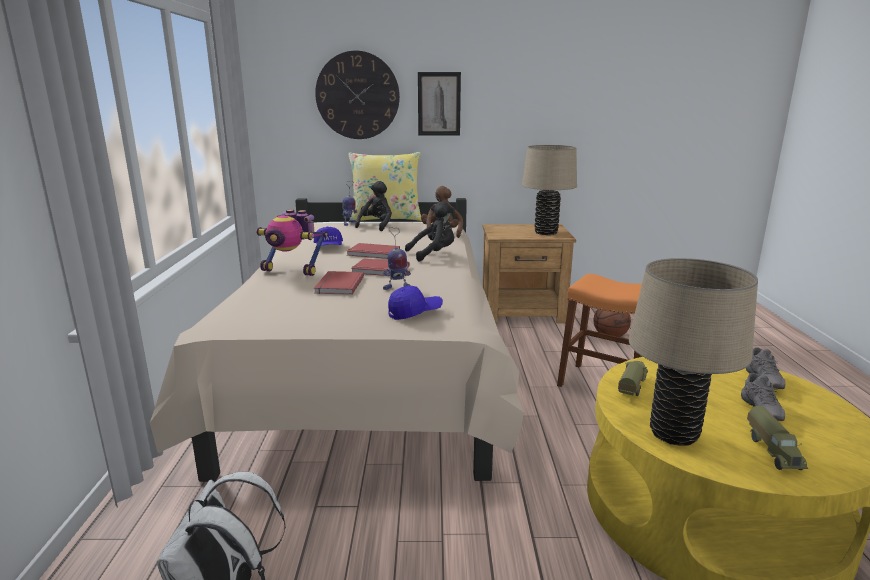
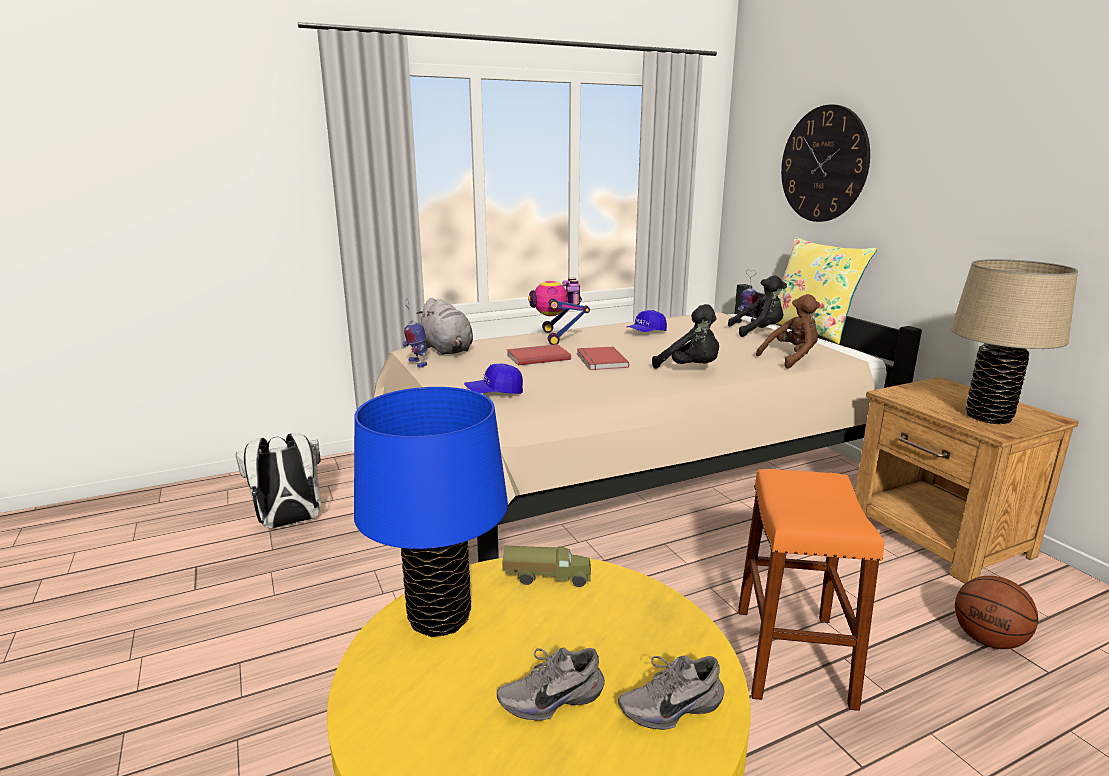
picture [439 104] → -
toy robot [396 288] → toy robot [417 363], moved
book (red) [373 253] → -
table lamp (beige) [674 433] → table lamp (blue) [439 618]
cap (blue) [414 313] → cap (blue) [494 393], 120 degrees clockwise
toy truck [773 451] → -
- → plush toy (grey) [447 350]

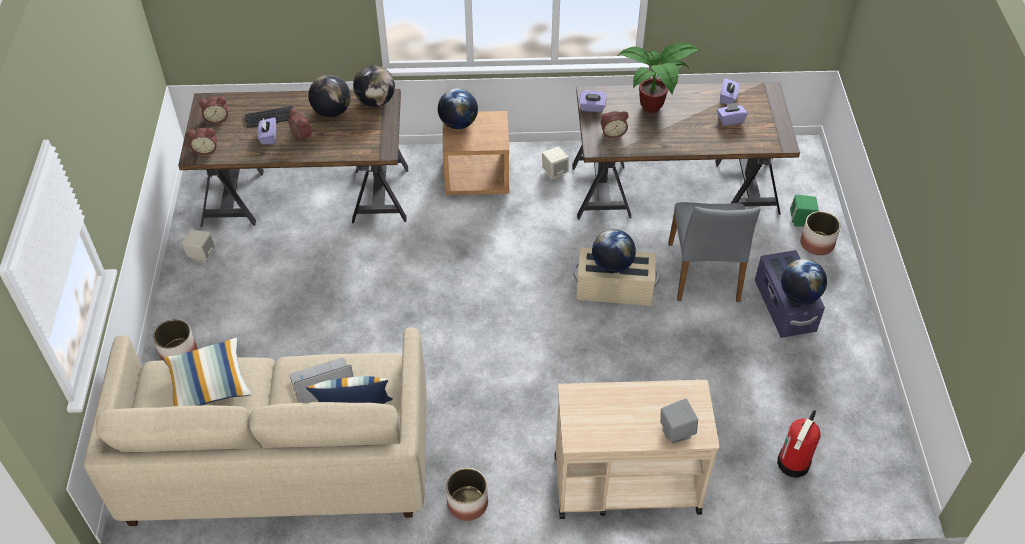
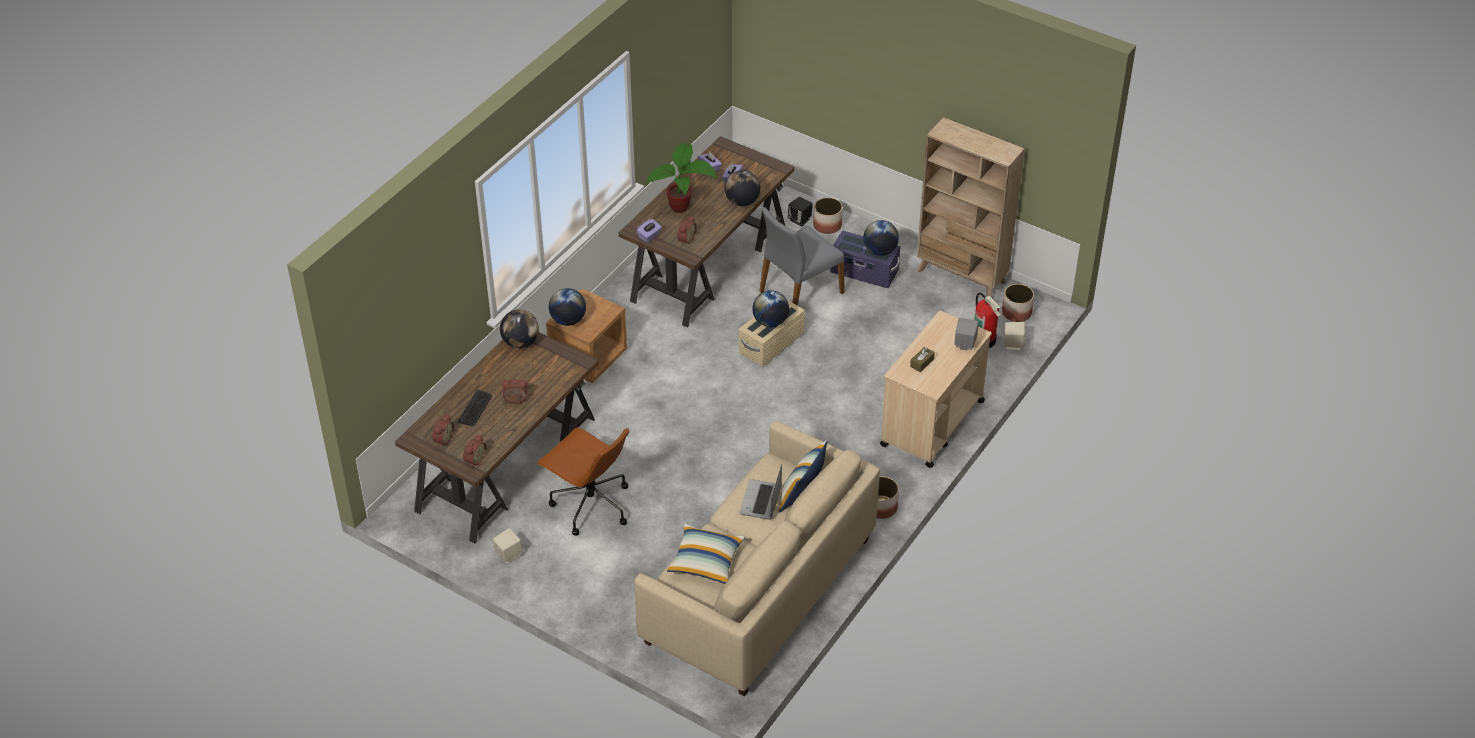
globe [332 111] → globe [742 201], moved
tissue box (purple) [268 137] → -
speaker (beige) [554 172] → speaker (beige) [1013 344], moved
speaker (green) [801 220] → speaker (black) [800 220]
chair (grey) [705 272] → chair (grey) [799 292], 105 degrees clockwise
planter [179 353] → planter [1016 313], moved
- → bookcase (beige) [961 276]
- → tissue box (brown) [922 363]
- → office chair (brown) [590 505]

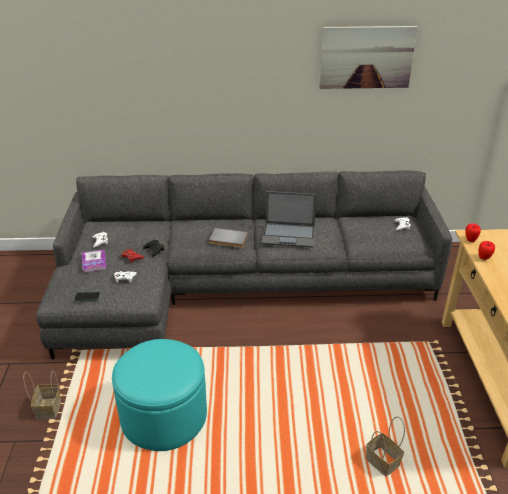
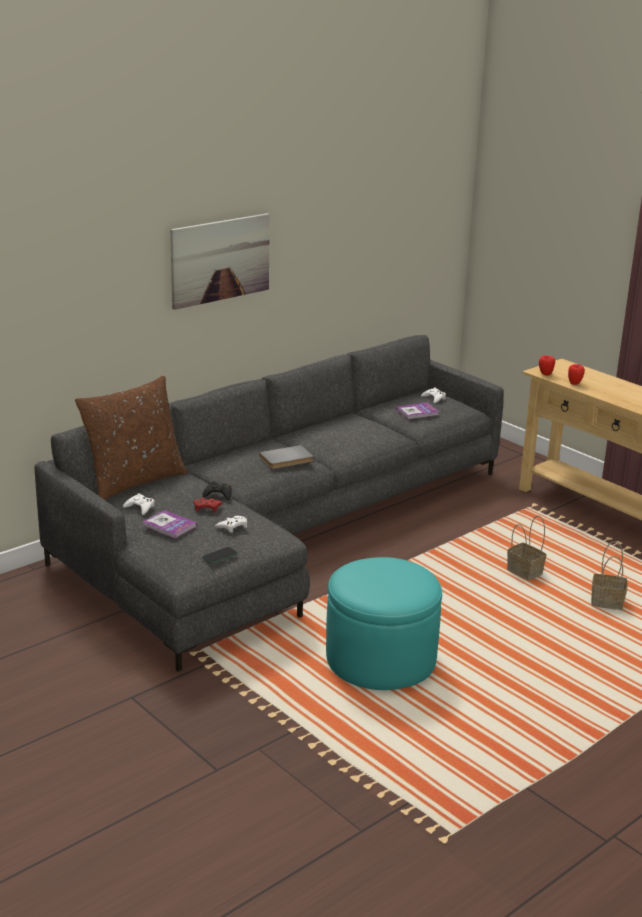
picture [366 57] → picture [220 260], moved
laptop [289 235] → -
basket [48 408] → basket [523 571], moved
- → pillow (brown) [134 481]
- → book [417 412]

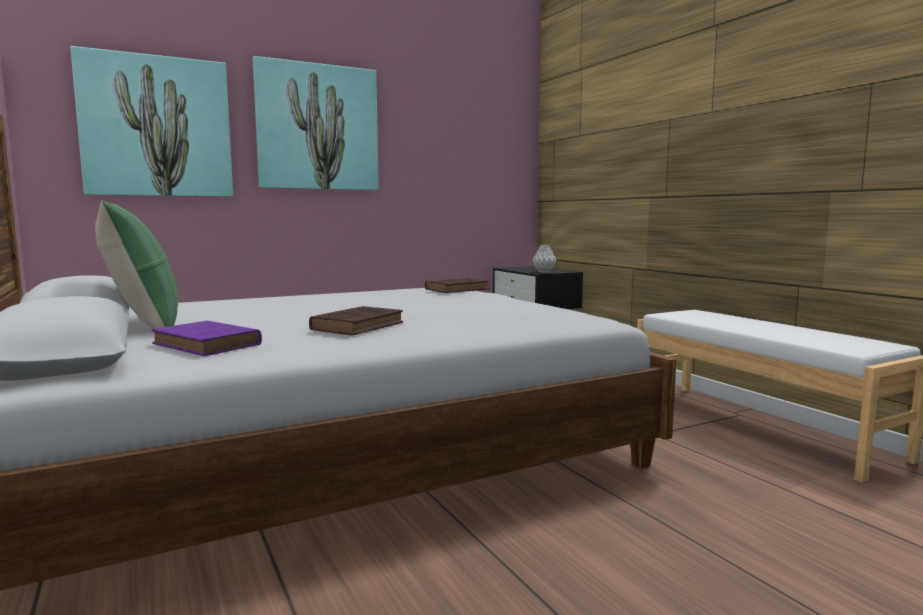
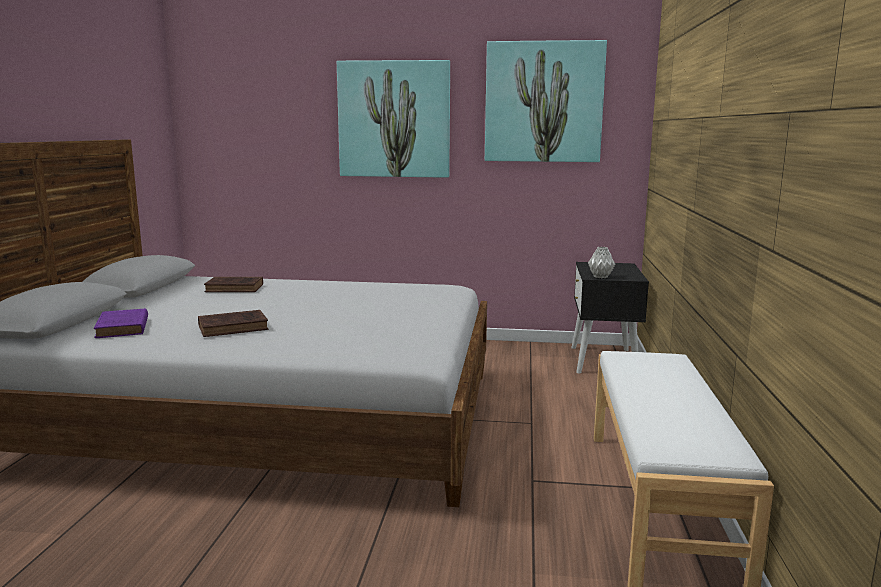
picture [156 127] → picture [543 102], moved
pillow (green) [143 325] → -
book (brown) [458 289] → book (brown) [236 288], moved

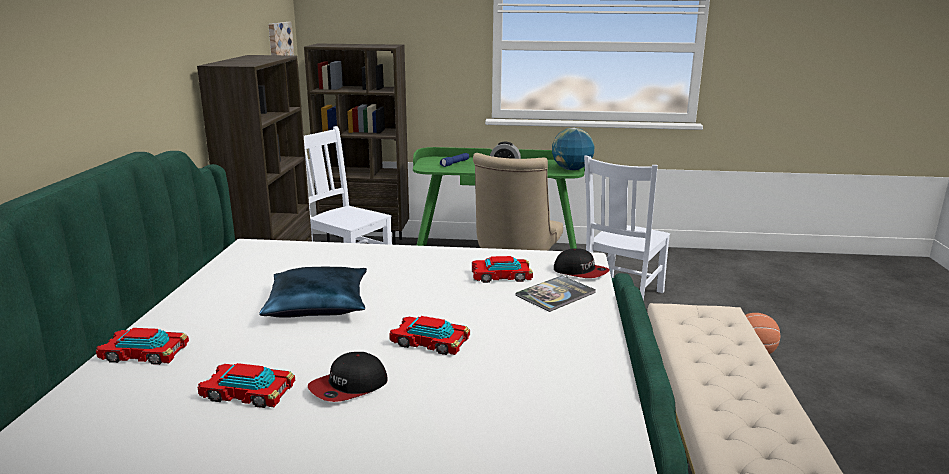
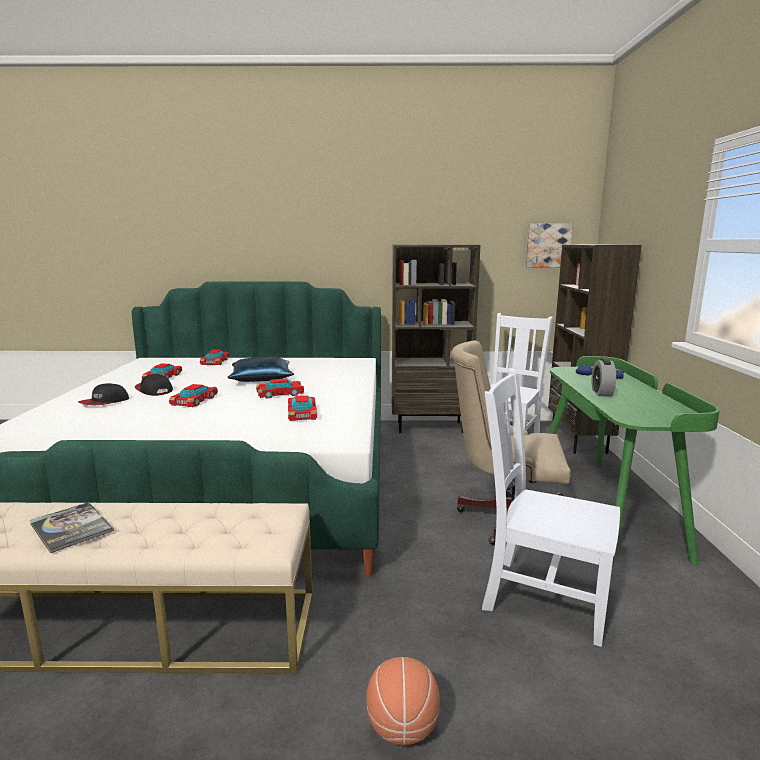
globe [571 169] → -
cap [580 272] → cap [104 402], moved
book [555 294] → book [71 527], moved
- → toy car [280 394]

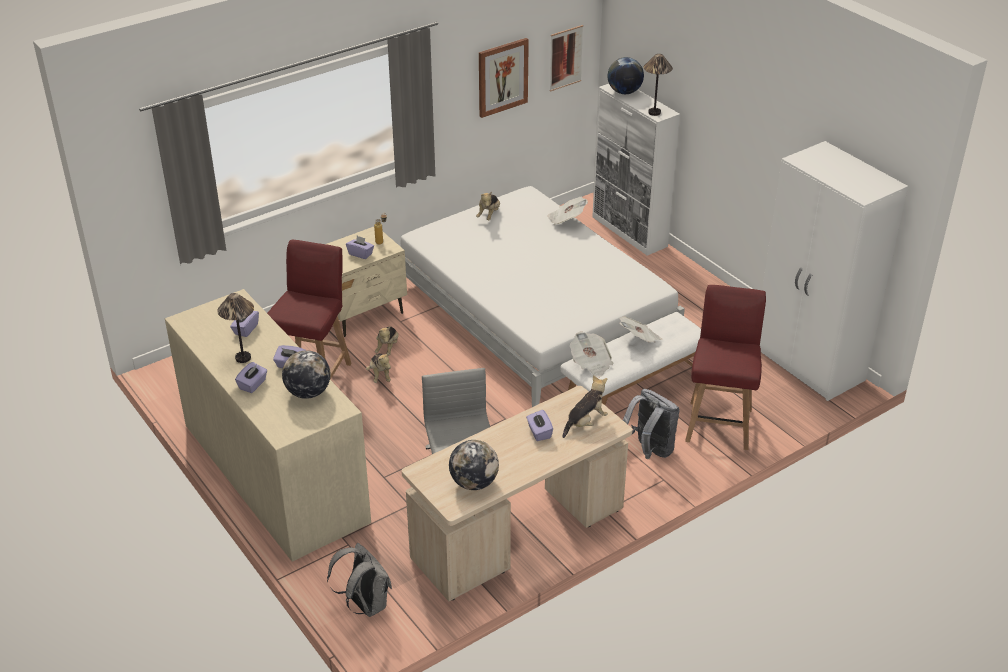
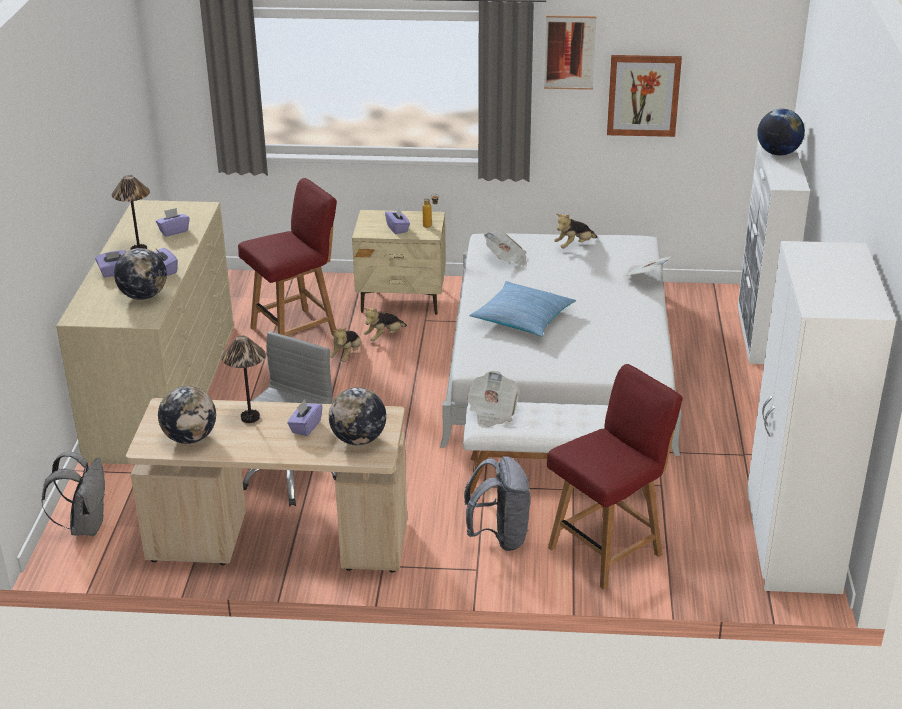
picture [565 58] → picture [569 52], moved
table lamp [654 112] → table lamp [250 417], moved
newspaper [640 339] → newspaper [506 260], moved
plush toy [585 422] → globe [358 439]
- → pillow [522 318]

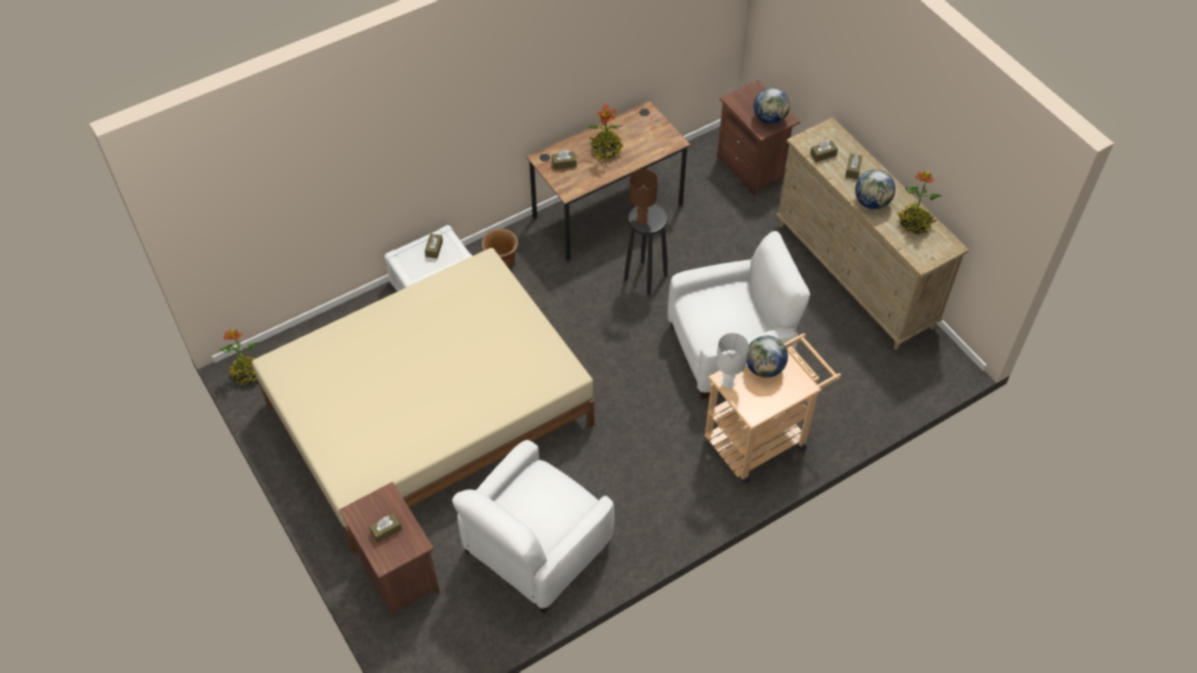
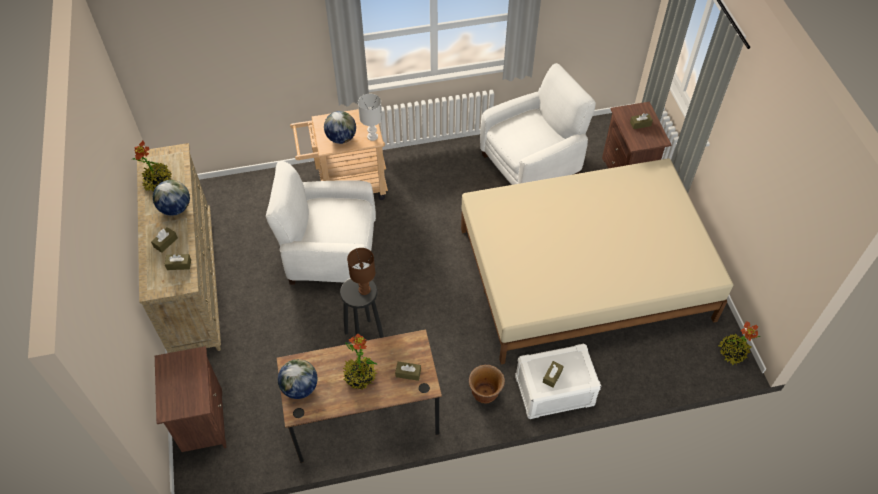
globe [769 119] → globe [300 388], moved

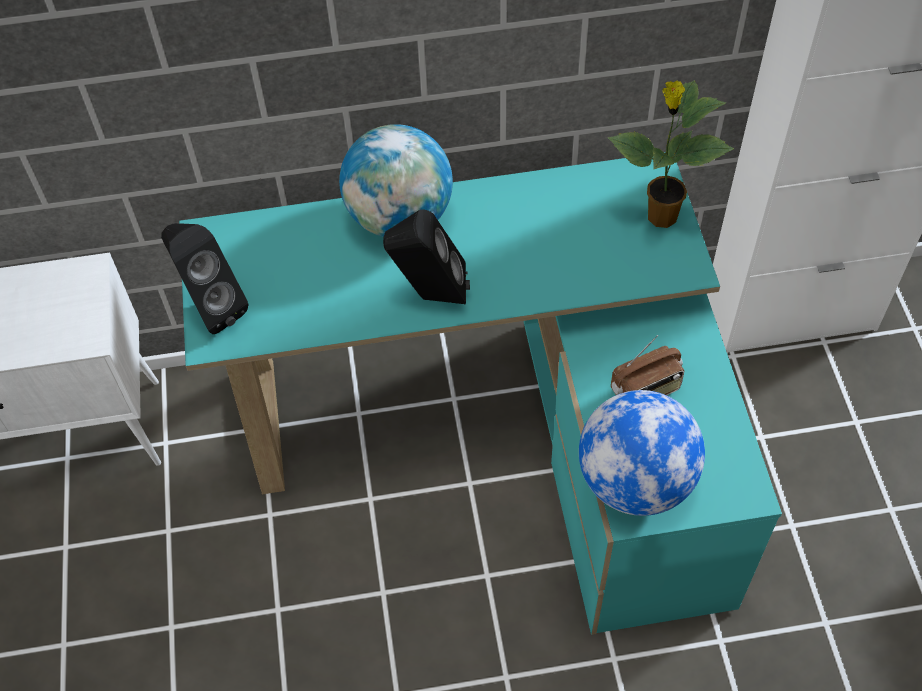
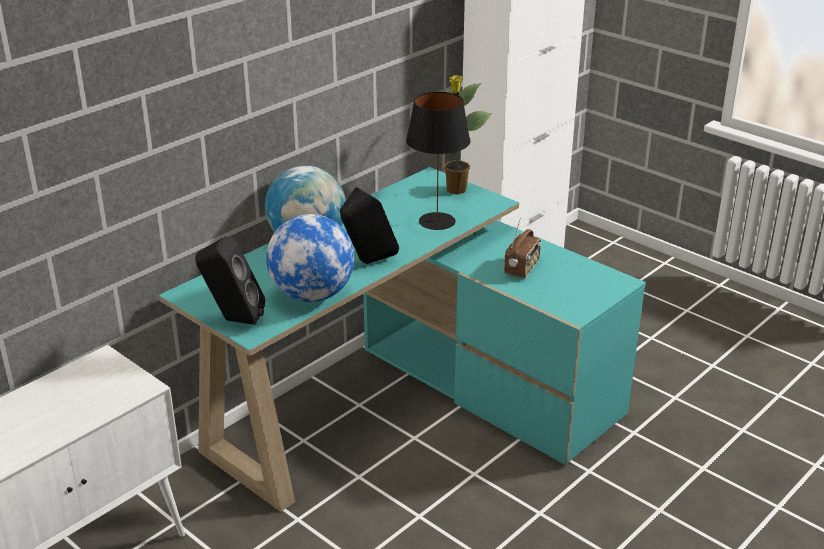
globe [635 481] → globe [312 295], moved
- → table lamp (black) [437 221]

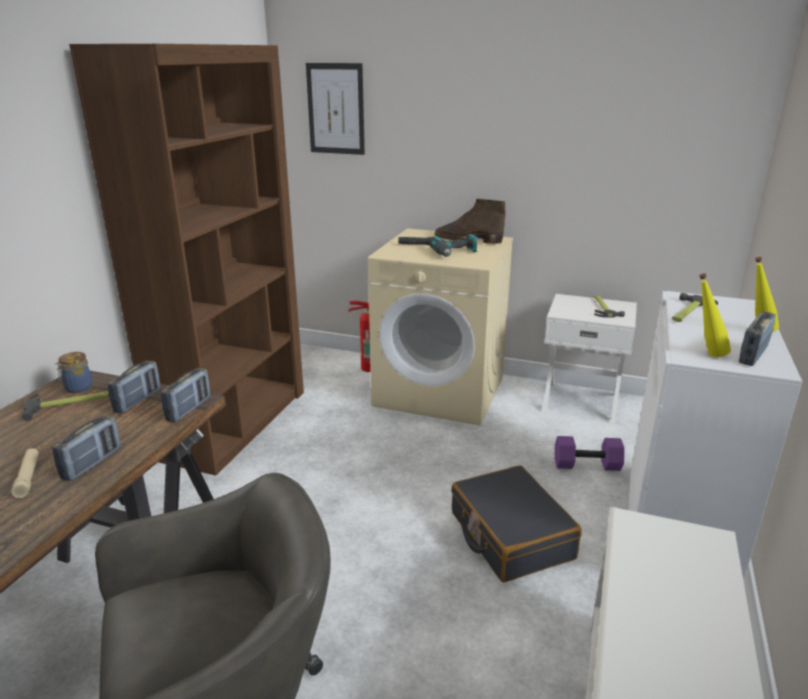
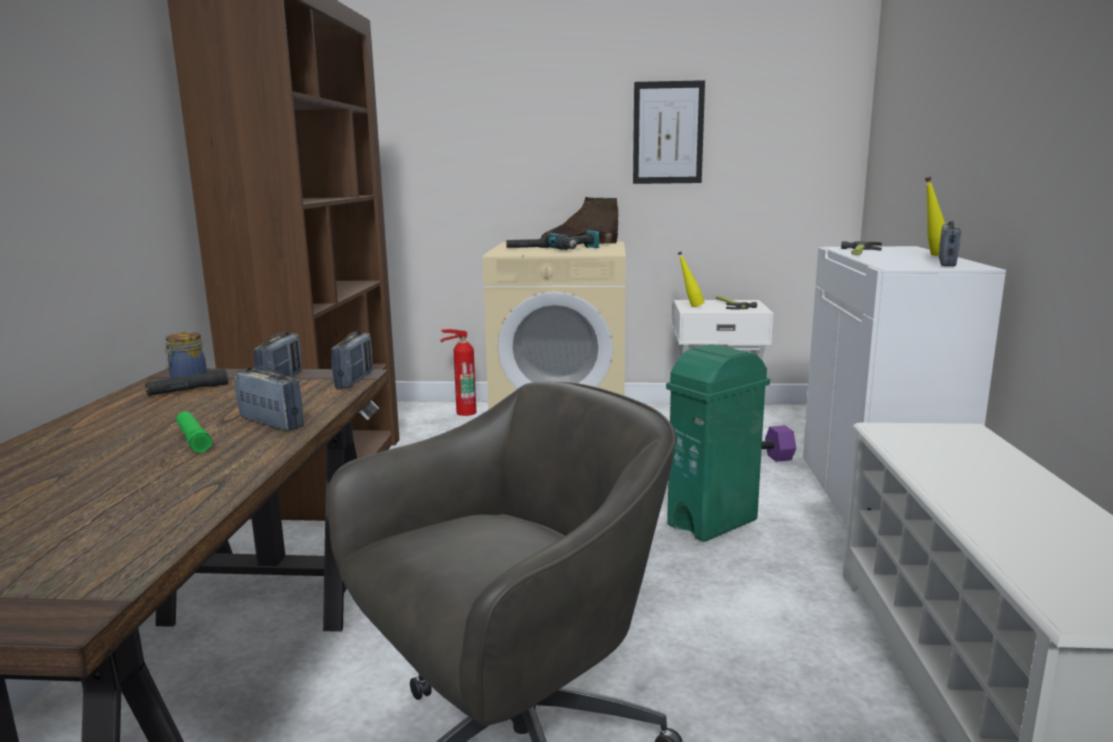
picture [336 109] → picture [668 133], moved
bottle (yellow) [706 354] → bottle (yellow) [690 306], moved
hammer [68 404] → flashlight (black) [188 390]
radio [92 463] → radio [271 423], 60 degrees counterclockwise
flashlight (beige) [28 477] → flashlight (green) [193 439]
suitcase (black) [510 535] → trash can (green) [713 522]

